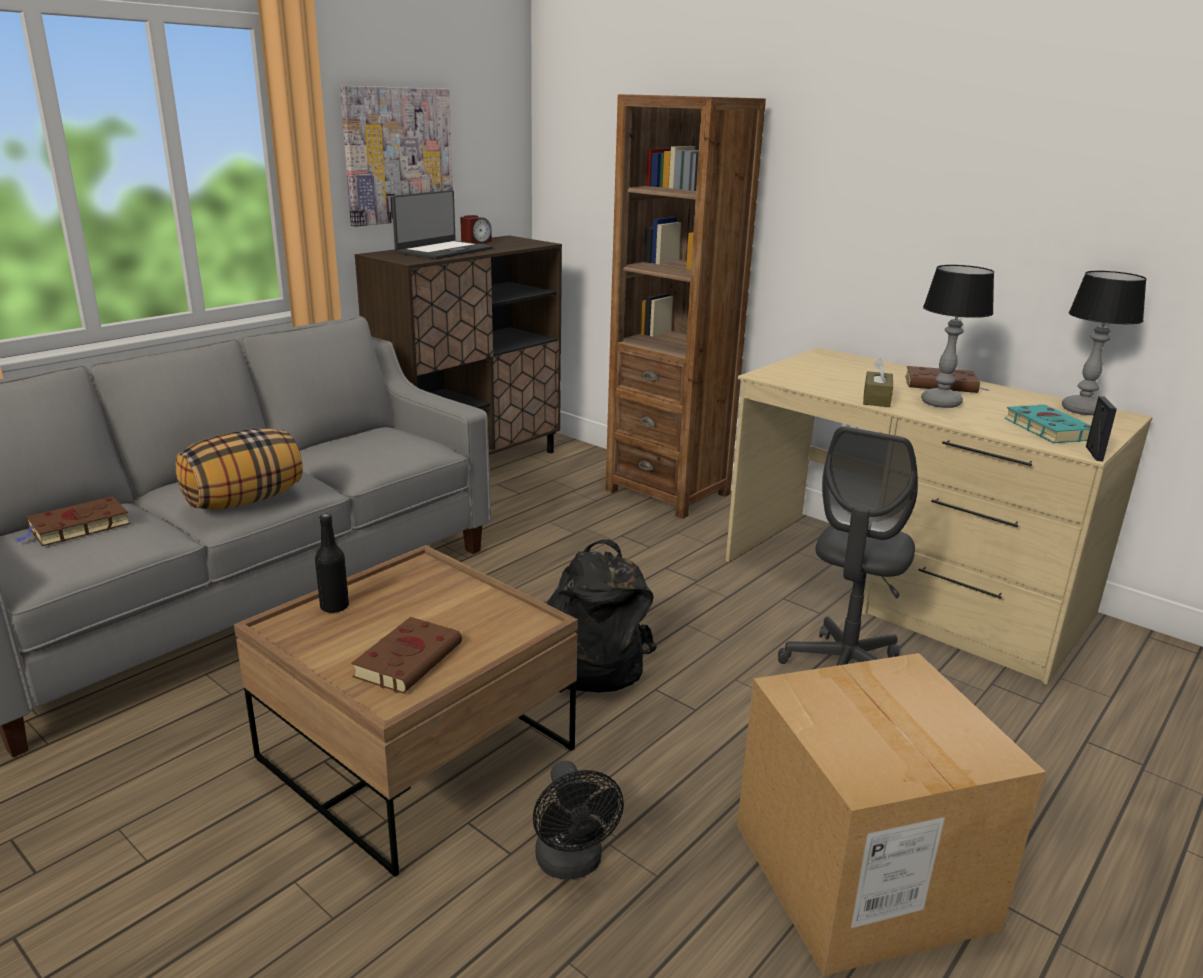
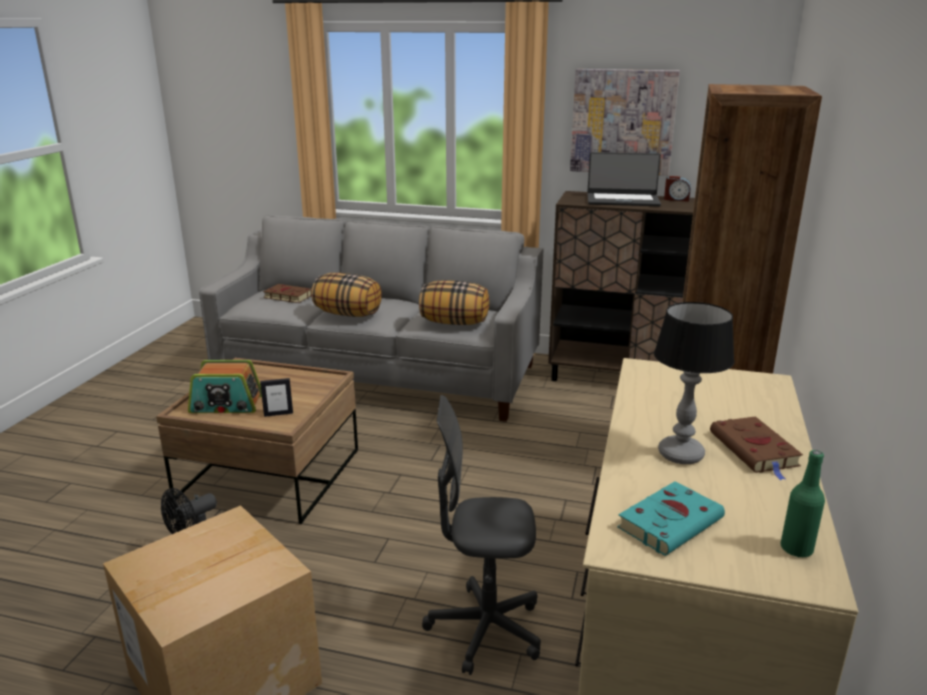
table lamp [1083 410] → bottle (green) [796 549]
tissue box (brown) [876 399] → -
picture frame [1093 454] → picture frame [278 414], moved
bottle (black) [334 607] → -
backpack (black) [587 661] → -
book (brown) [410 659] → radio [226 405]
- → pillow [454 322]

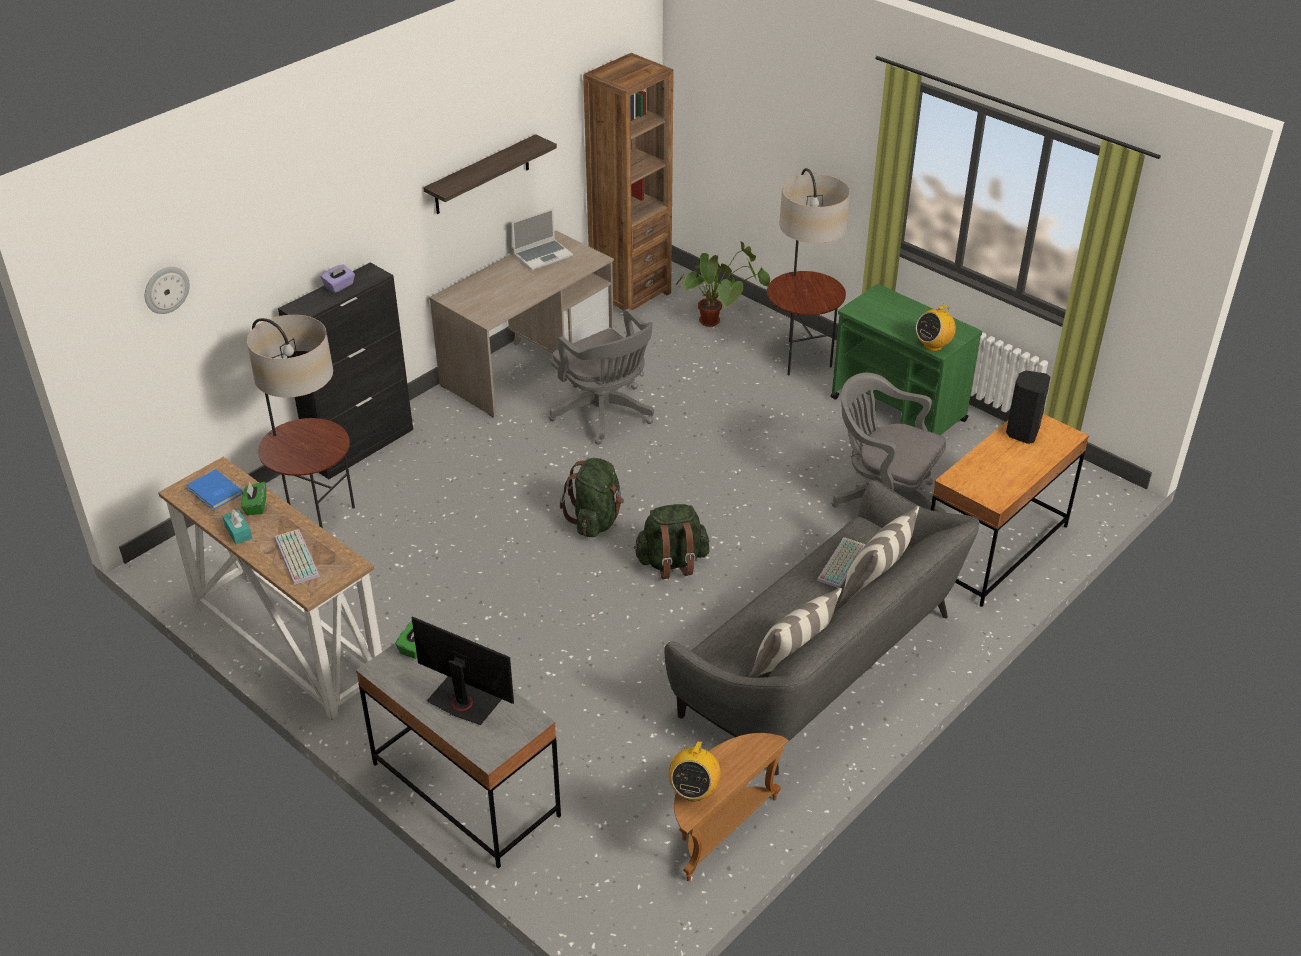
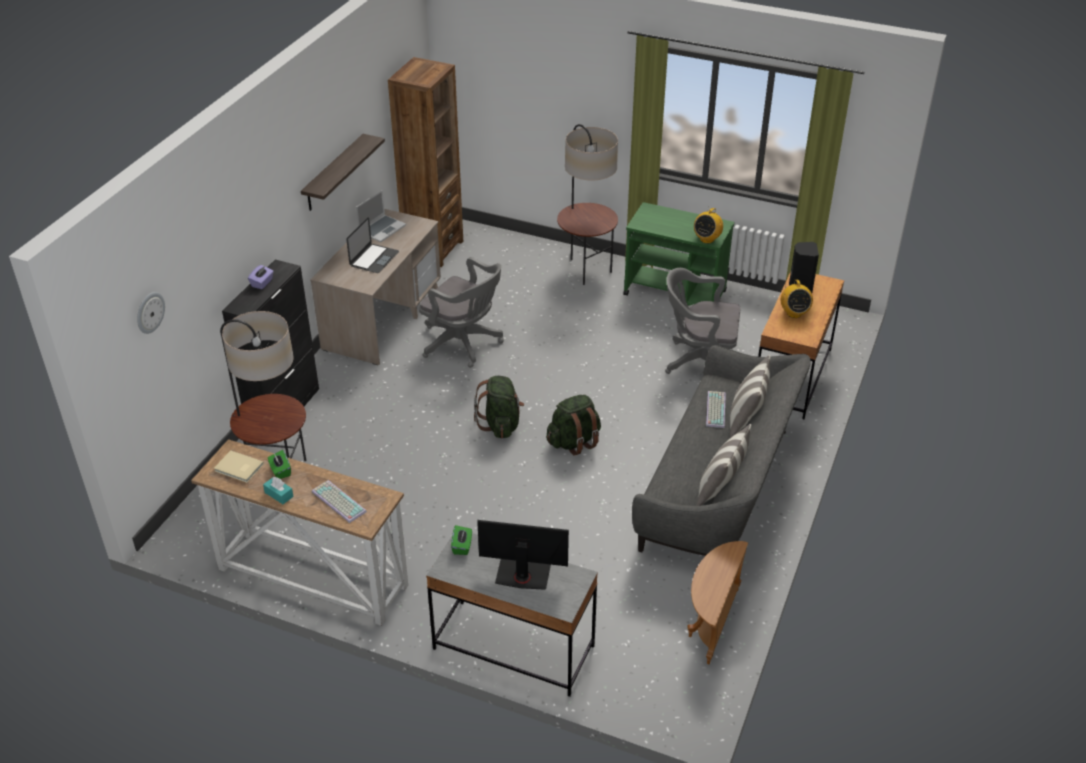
potted plant [720 321] → -
book (blue) [214 492] → book (beige) [239 468]
radio [694 791] → radio [794 313], moved
- → laptop [374 258]

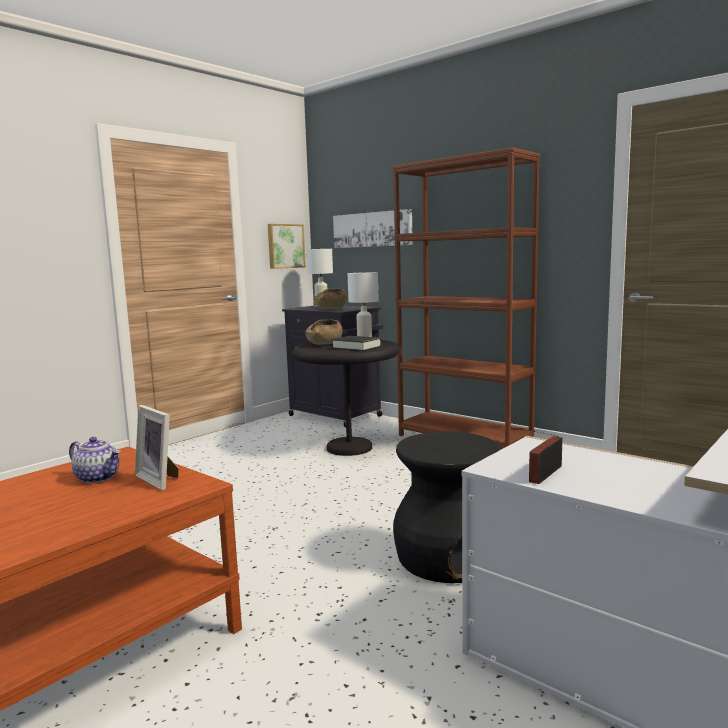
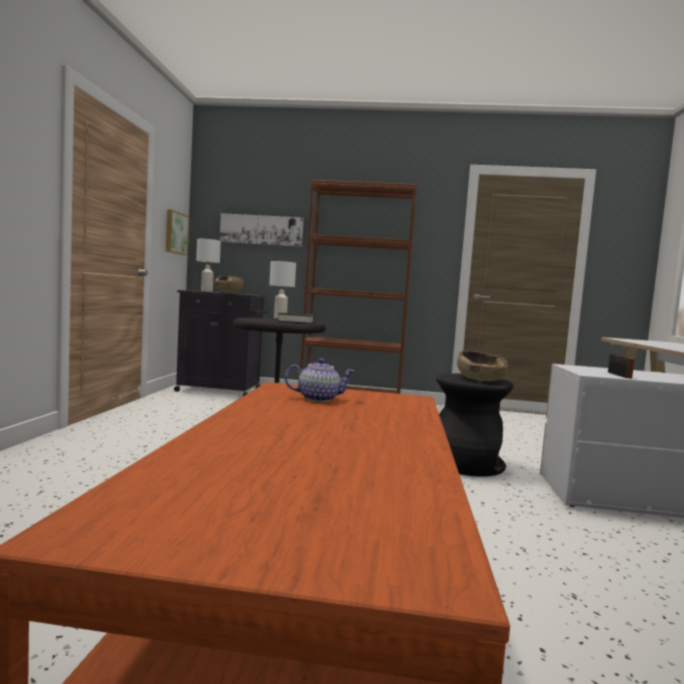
bowl (brown) [325 343] → bowl (brown) [480 379], moved
picture frame [160 479] → -

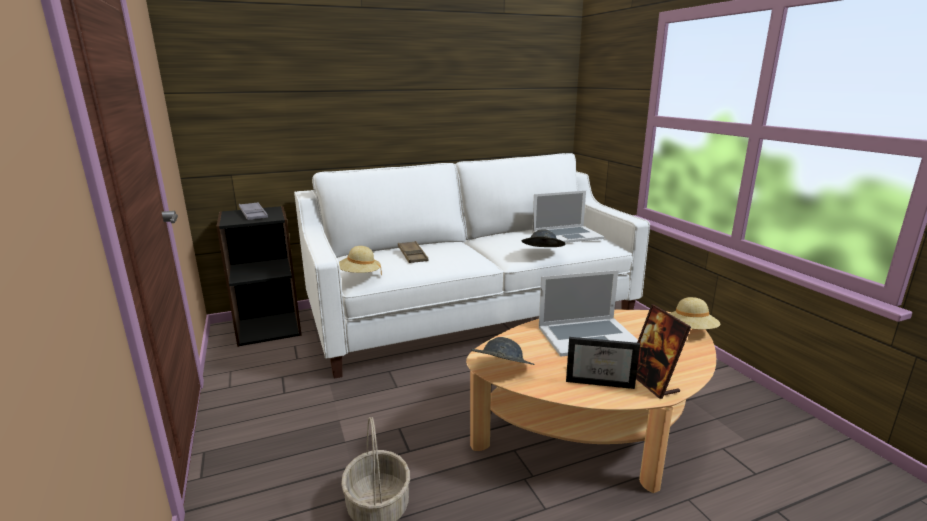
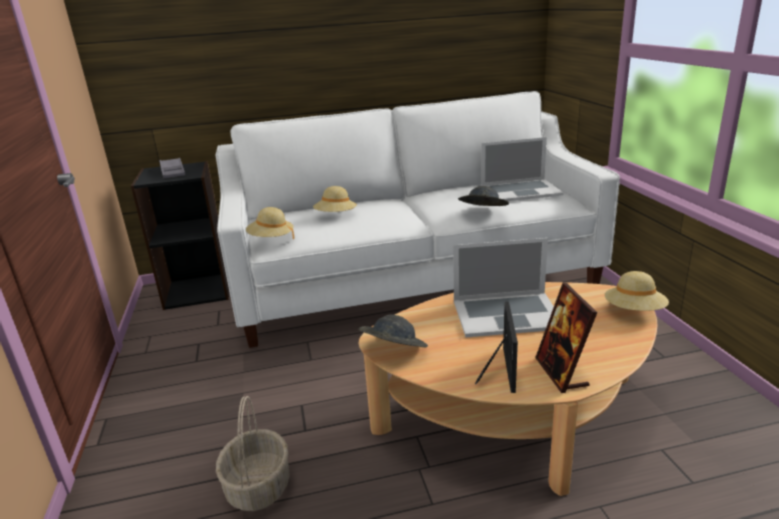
tray (brown) [412 255] → hat (beige) [336 216]
picture frame [600 380] → picture frame [500 368], 105 degrees counterclockwise

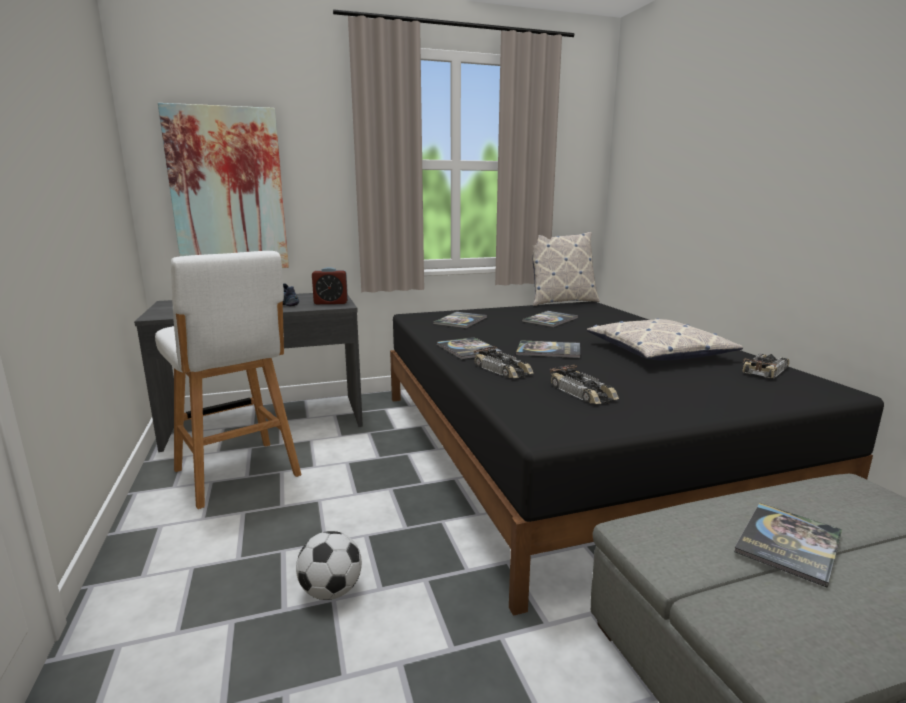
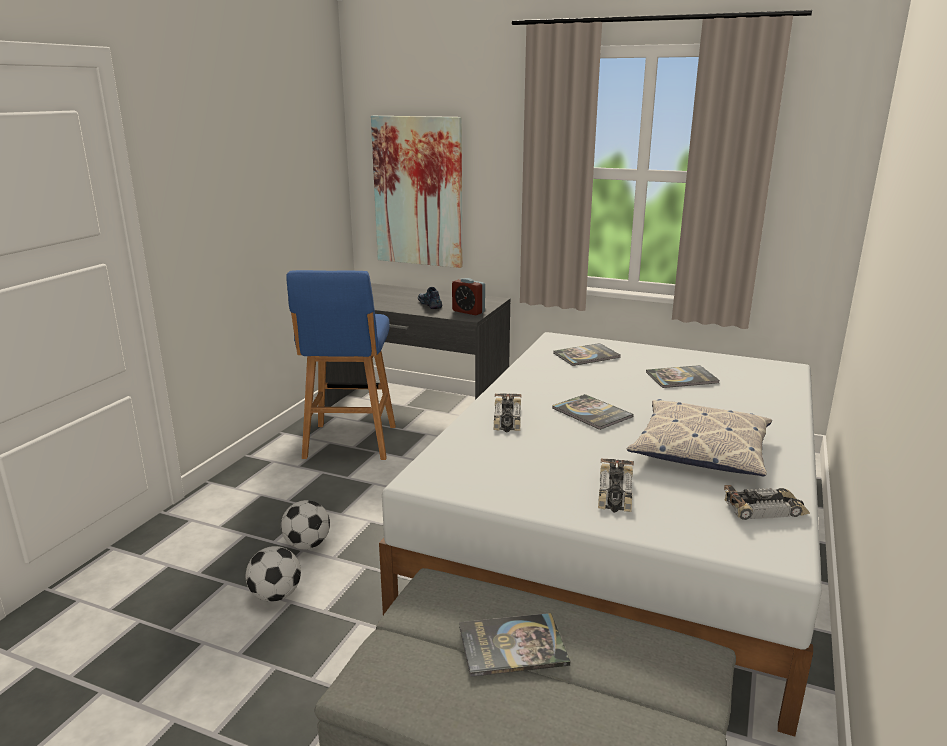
pillow [561 302] → -
stool (white) [238 474] → stool (blue) [349 443]
bed (black) [567 449] → bed (white) [625 525]
book [468 349] → -
toy car [583 393] → toy car [615 493], moved
- → football [275 595]

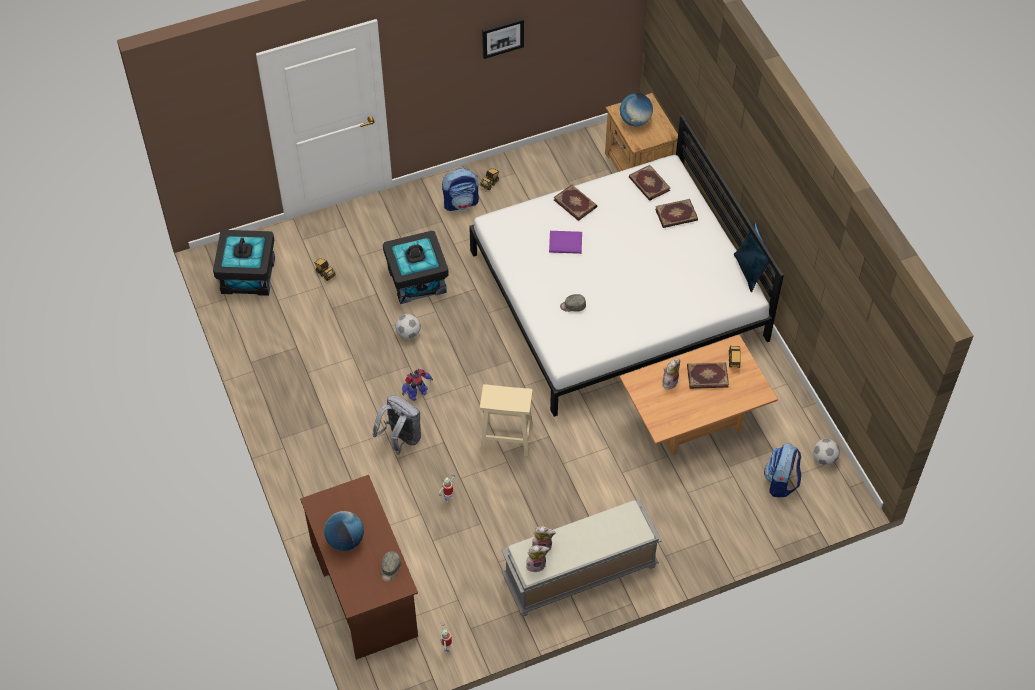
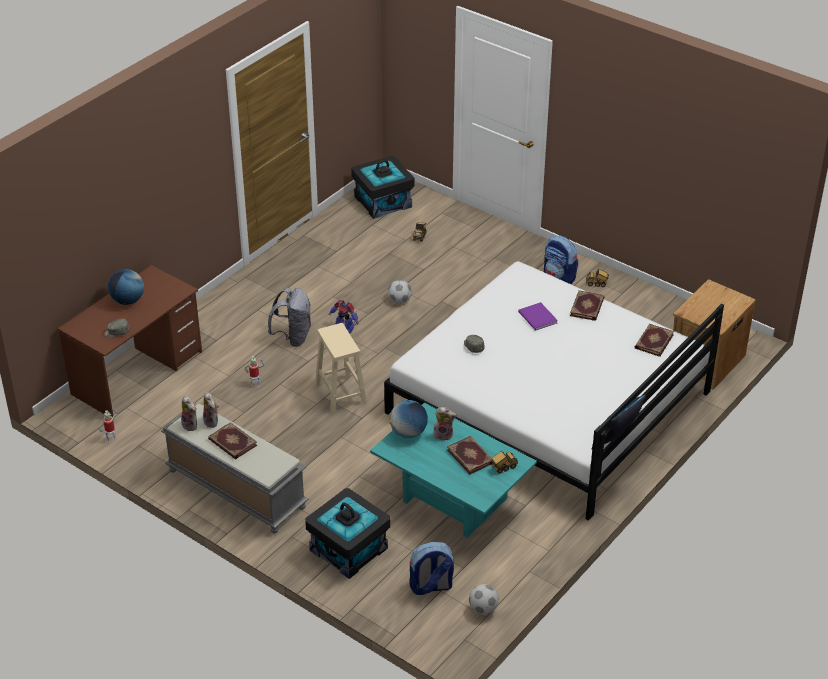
picture [502 37] → -
globe [635 121] → globe [408 432], moved
book [676 215] → book [232 443], moved
storage box (black) [417 279] → storage box (black) [349 549], moved
coffee table (brown) [693 420] → coffee table (turquoise) [452 501]

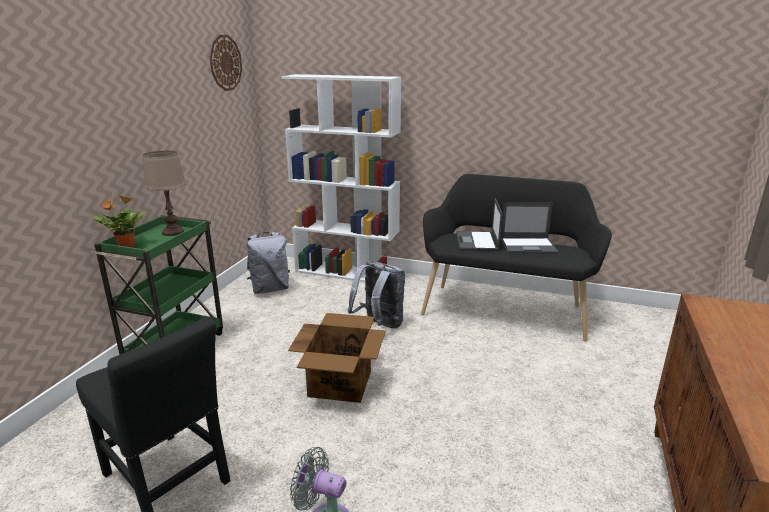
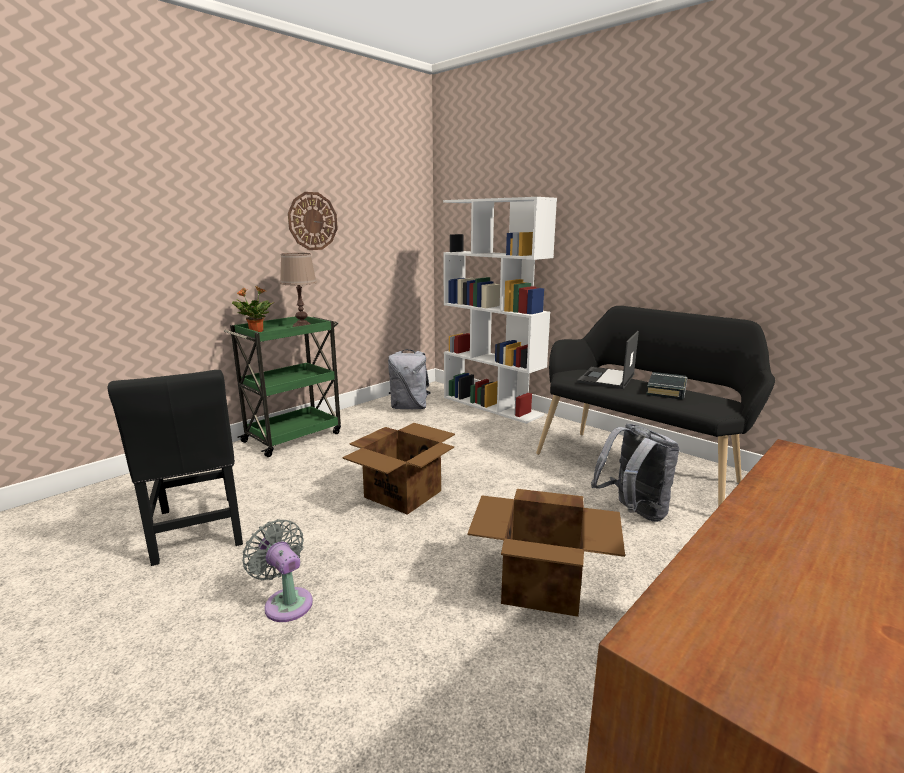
wall clock [225 63] → wall clock [312 221], moved
laptop [529 246] → book (black) [666 390]
backpack (grey) [379 325] → backpack (grey) [633 512], moved
- → cardboard box [543 585]

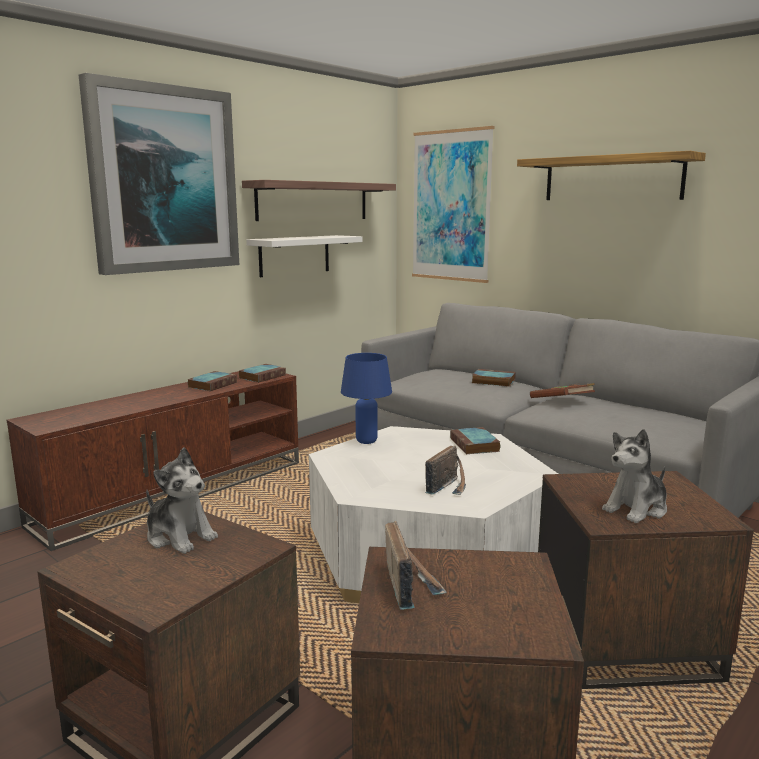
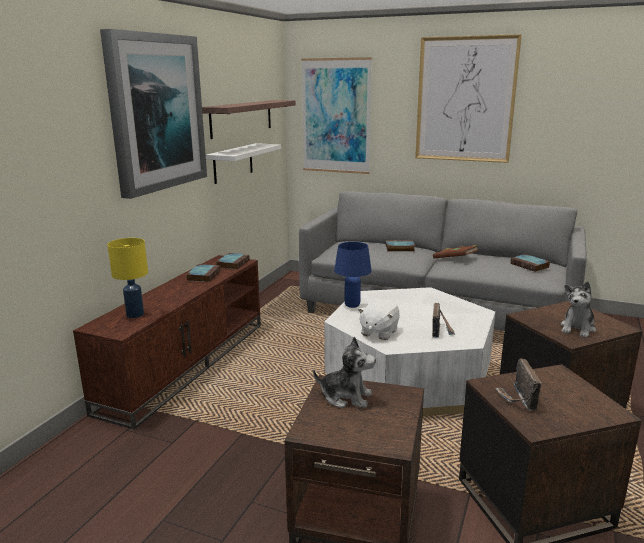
shelf [612 178] → picture [465 100]
book [475 445] → book [530 265], moved
radio [410 585] → radio [517 399], 150 degrees counterclockwise
- → table lamp (yellow) [135 315]
- → plush toy (white) [378 332]

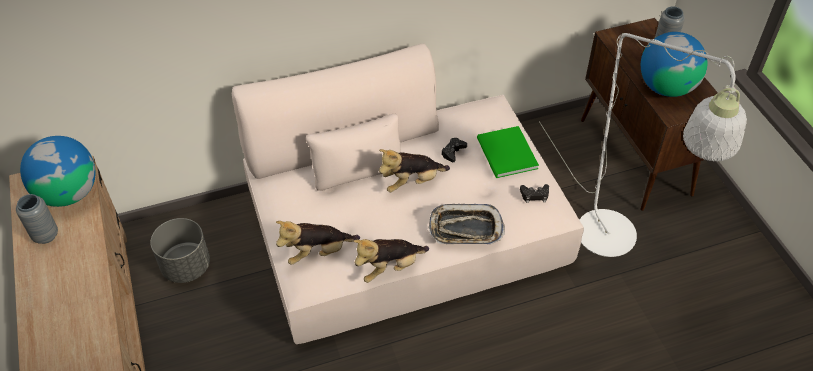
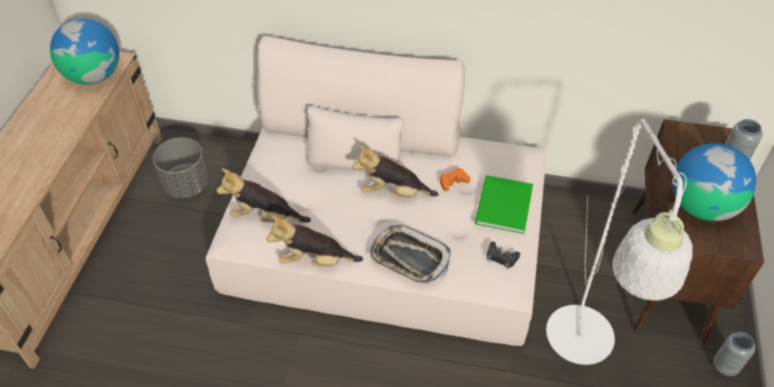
game controller (black) [453 152] → game controller (orange) [453 182]
vase (grey) [46 235] → vase (grey) [725 366], moved

